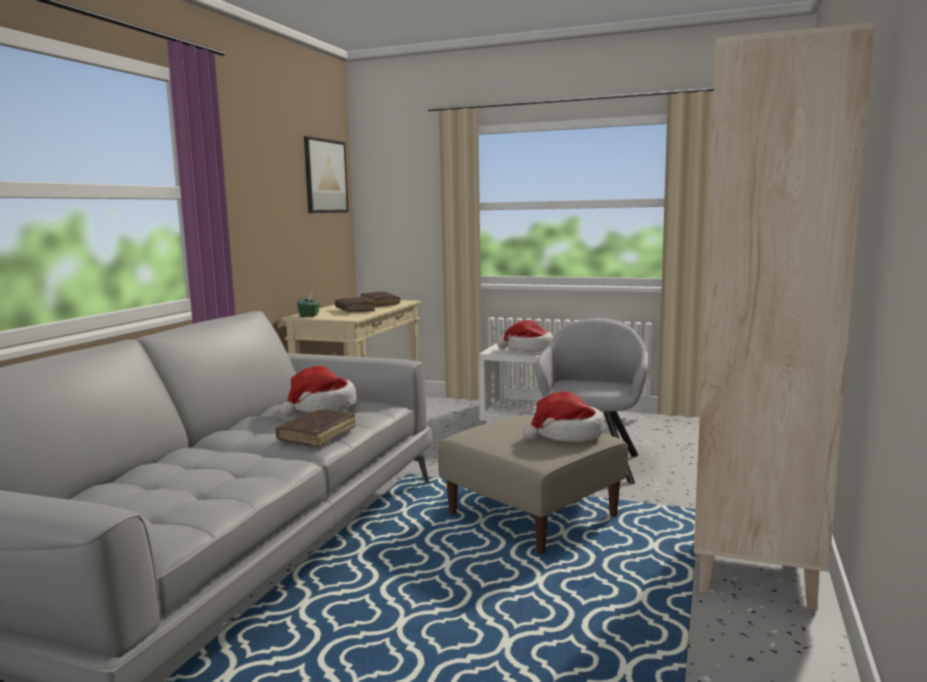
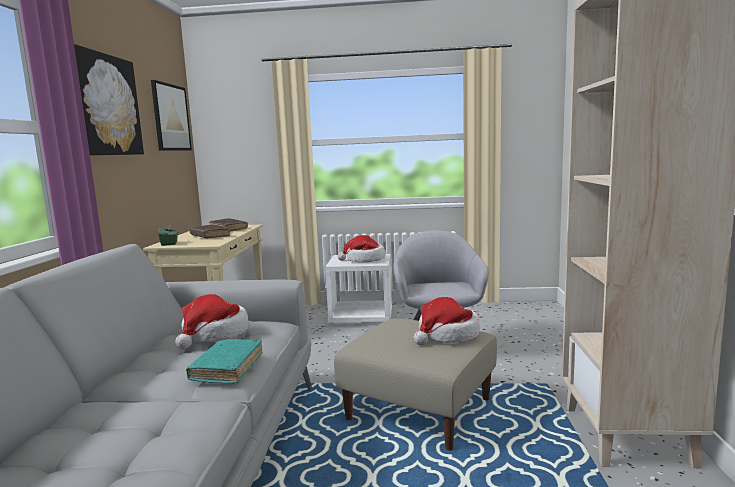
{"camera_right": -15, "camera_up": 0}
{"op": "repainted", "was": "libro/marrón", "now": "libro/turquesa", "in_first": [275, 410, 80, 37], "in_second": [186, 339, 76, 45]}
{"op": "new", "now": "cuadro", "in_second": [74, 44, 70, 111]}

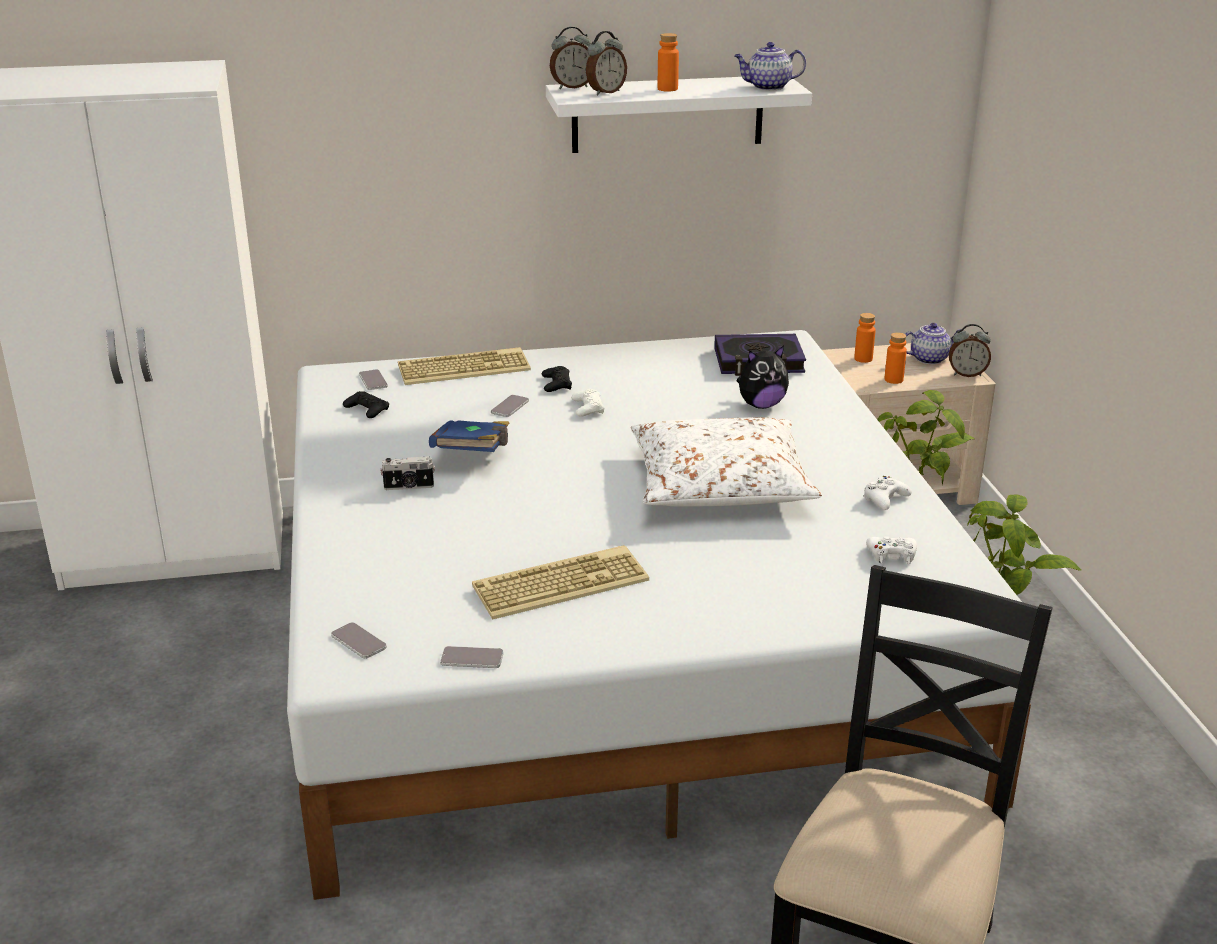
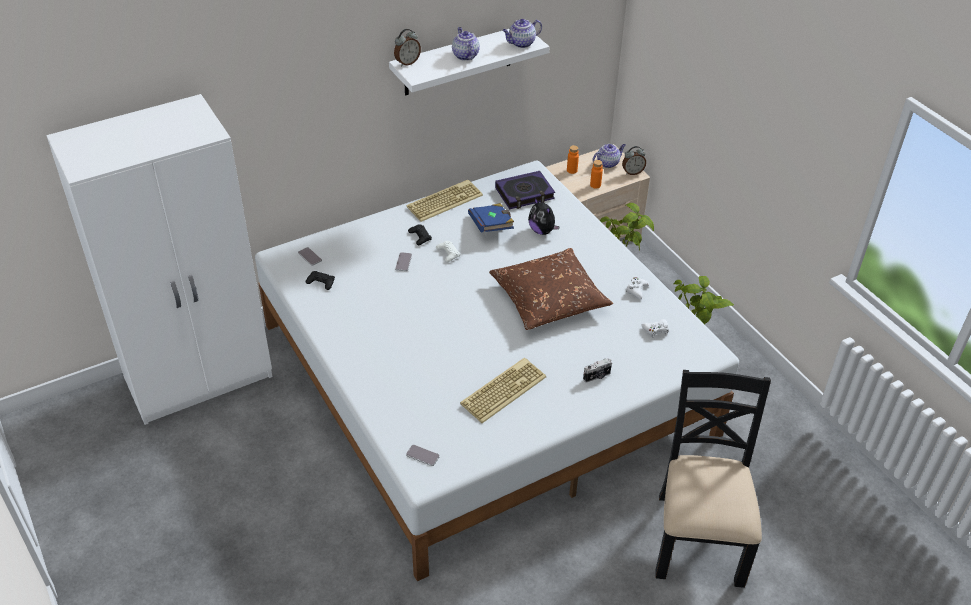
{"camera_right": -20, "camera_up": 15}
{"op": "gone", "was": "despertador", "in_first": [586, 31, 41, 64]}
{"op": "swapped", "was": "botella/naranja", "now": "tetera", "in_first": [658, 33, 21, 59], "in_second": [452, 27, 28, 34]}
{"op": "rotated", "was": "peluche", "in_first": [737, 345, 52, 64], "in_second": [528, 198, 32, 37], "clockwise": 90}
{"op": "shifted", "was": "teclado", "in_first": [398, 347, 133, 38], "in_second": [406, 180, 77, 42]}
{"op": "repainted", "was": "cojín/blanco", "now": "cojín/marrón", "in_first": [631, 417, 191, 90], "in_second": [489, 248, 124, 82]}
{"op": "shifted", "was": "libro/azul", "in_first": [429, 420, 80, 32], "in_second": [468, 203, 46, 30]}
{"op": "shifted", "was": "cámara", "in_first": [380, 456, 55, 34], "in_second": [583, 358, 29, 25]}
{"op": "gone", "was": "móvil", "in_first": [440, 646, 63, 22]}

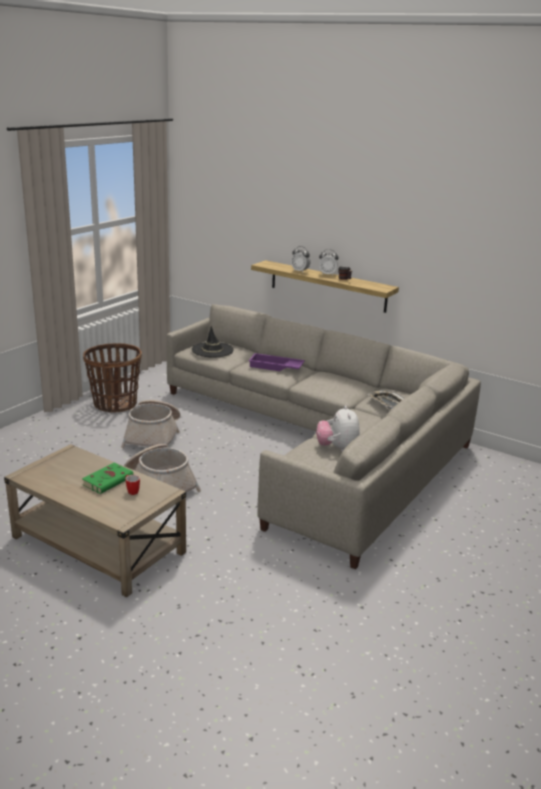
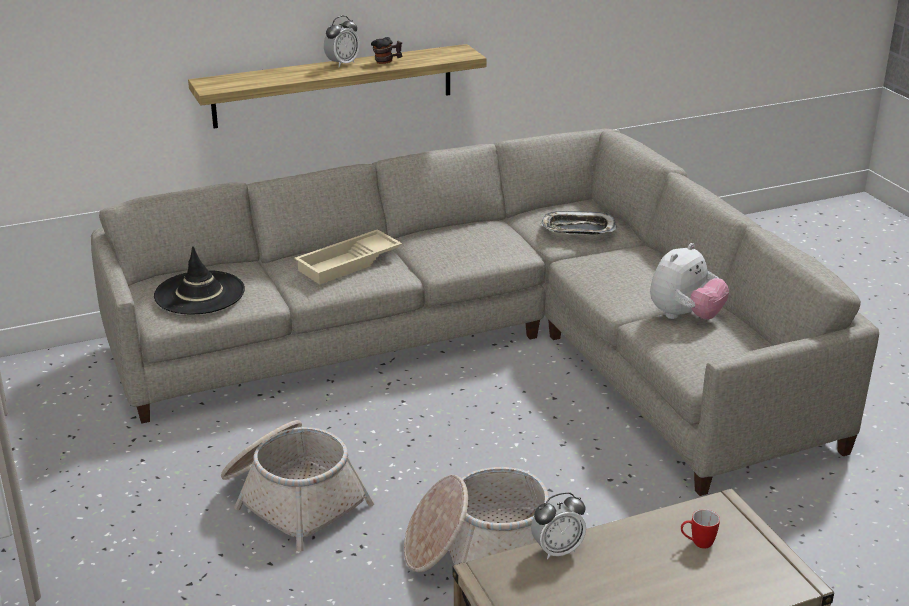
{"camera_right": -55, "camera_up": 5}
{"op": "shifted", "was": "despertador", "in_first": [291, 246, 19, 26], "in_second": [531, 492, 55, 67]}
{"op": "gone", "was": "cesta", "in_first": [83, 343, 59, 70]}
{"op": "repainted", "was": "bandeja/morado", "now": "bandeja/beis", "in_first": [248, 353, 57, 18], "in_second": [294, 229, 108, 55]}
{"op": "rotated", "was": "peluche", "in_first": [316, 405, 44, 47], "in_second": [650, 243, 79, 77], "clockwise": -75}
{"op": "gone", "was": "libro/verde", "in_first": [82, 463, 52, 31]}

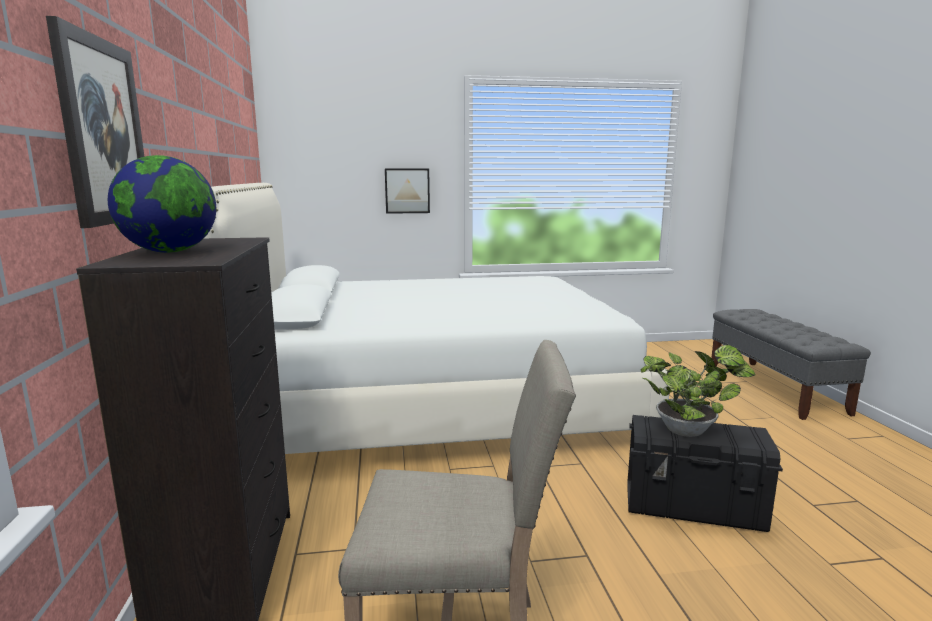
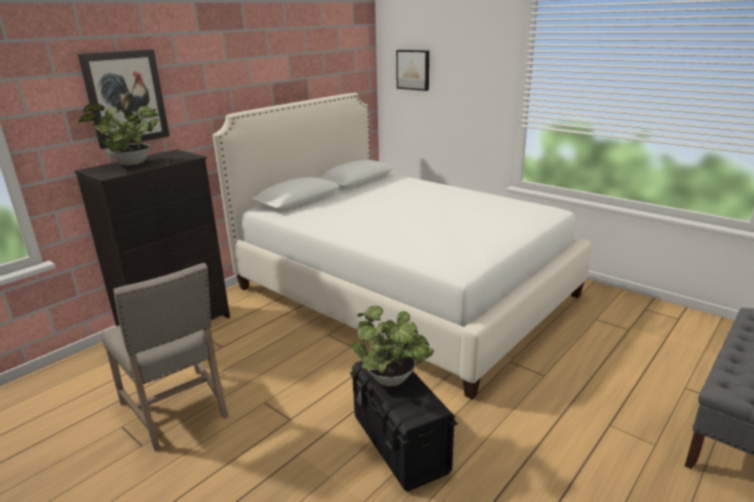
{"camera_right": 50, "camera_up": 10}
{"op": "swapped", "was": "globo terráqueo", "now": "planta en maceta", "in_first": [108, 155, 108, 98], "in_second": [76, 103, 83, 63]}
{"op": "shifted", "was": "cuadro", "in_first": [385, 169, 45, 45], "in_second": [396, 50, 33, 41]}

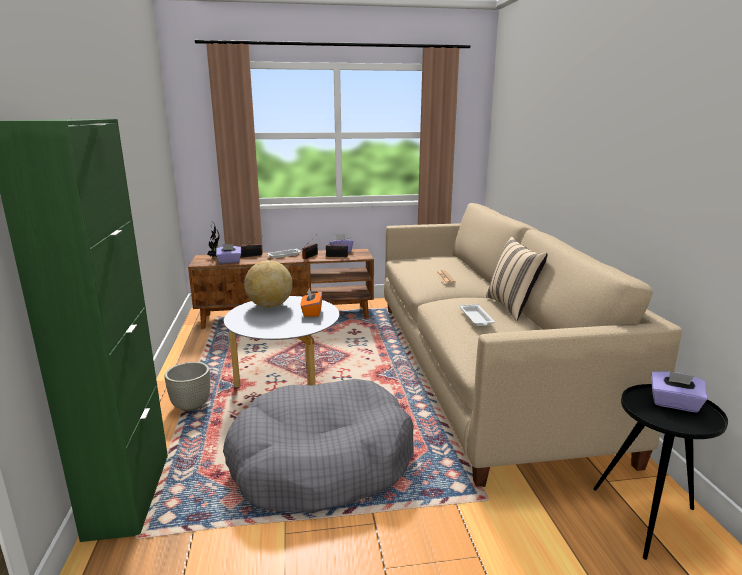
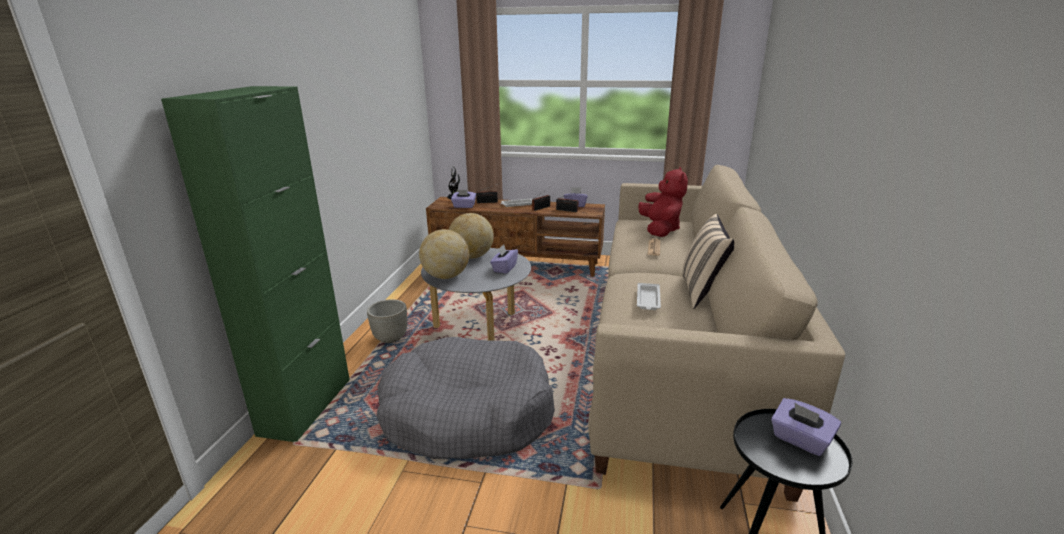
{"camera_right": 20, "camera_up": 5}
{"op": "repainted", "was": "caja de pañuelos/naranja", "now": "caja de pañuelos/morado", "in_first": [301, 288, 21, 29], "in_second": [490, 244, 28, 30]}
{"op": "new", "now": "peluche/rojo", "in_second": [638, 167, 50, 70]}
{"op": "new", "now": "globo terráqueo", "in_second": [419, 229, 50, 50]}

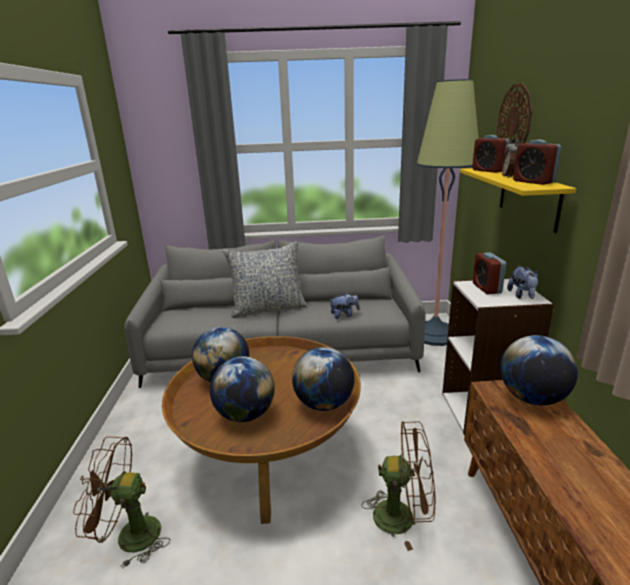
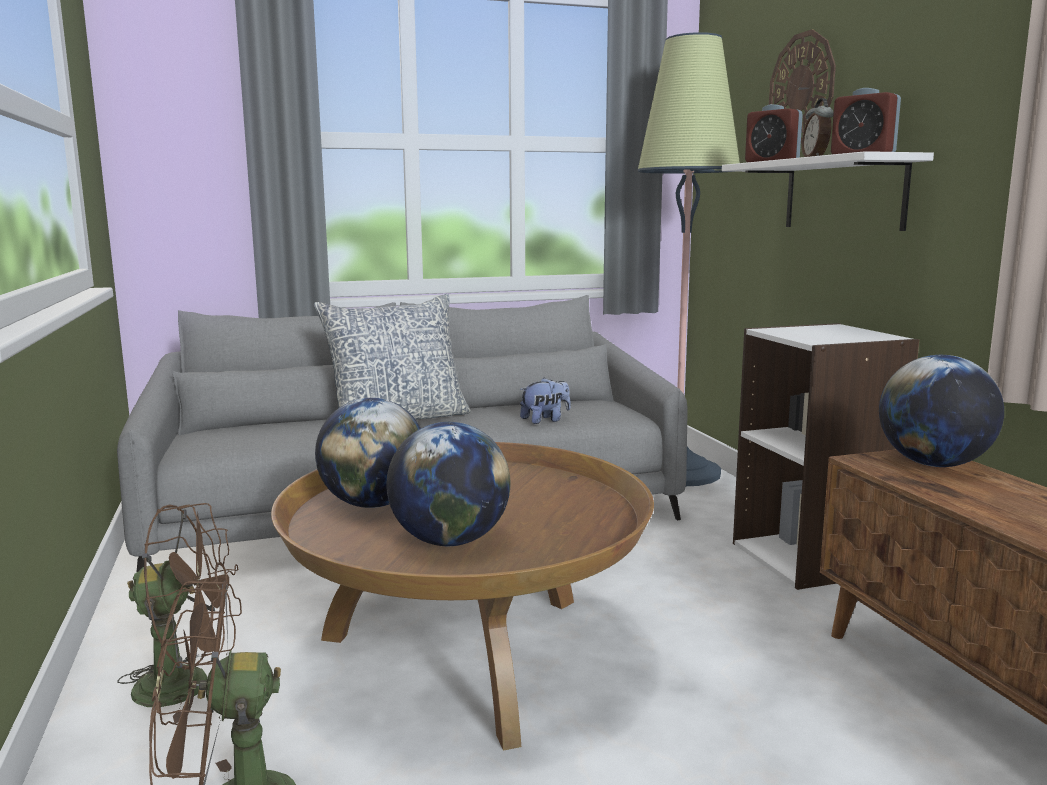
{"camera_right": -15, "camera_up": -10}
{"op": "repainted", "was": "estante/amarillo", "now": "estante/blanco", "in_first": [460, 168, 116, 65], "in_second": [722, 151, 212, 80]}
{"op": "gone", "was": "despertador", "in_first": [473, 252, 33, 42]}
{"op": "gone", "was": "peluche", "in_first": [507, 265, 31, 34]}
{"op": "gone", "was": "globo terráqueo", "in_first": [292, 347, 63, 64]}
{"op": "shifted", "was": "ventilador/marrón", "in_first": [362, 421, 73, 130], "in_second": [117, 503, 125, 220]}

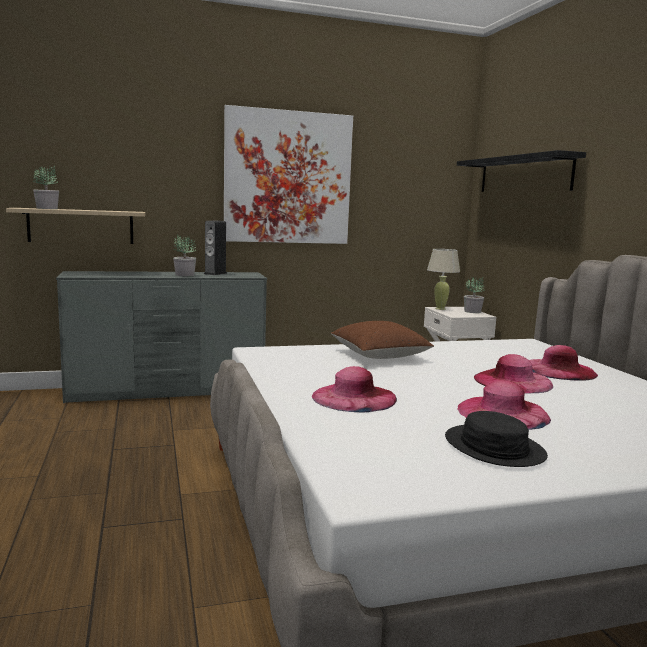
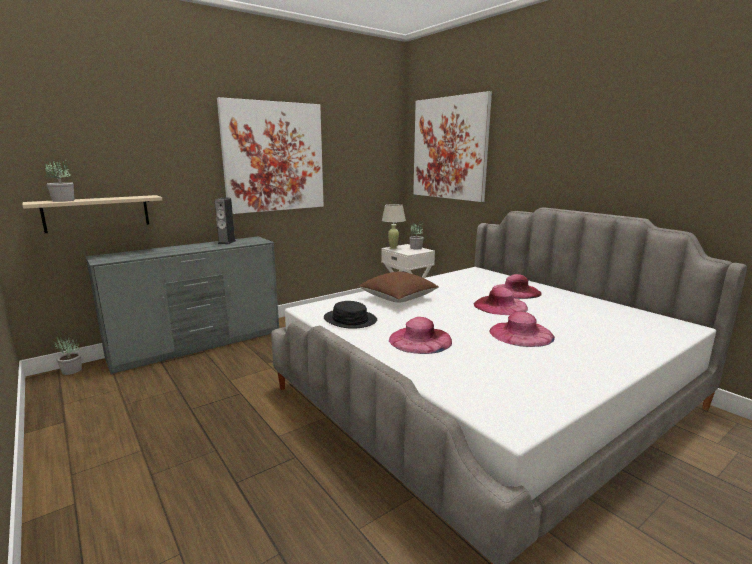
{"camera_right": -20, "camera_up": 5}
{"op": "swapped", "was": "estante/negro", "now": "cuadro", "in_first": [457, 150, 129, 42], "in_second": [413, 91, 79, 111]}
{"op": "shifted", "was": "planta en maceta", "in_first": [173, 234, 23, 42], "in_second": [55, 336, 27, 39]}
{"op": "shifted", "was": "sombrero/negro", "in_first": [445, 411, 103, 56], "in_second": [324, 301, 53, 28]}

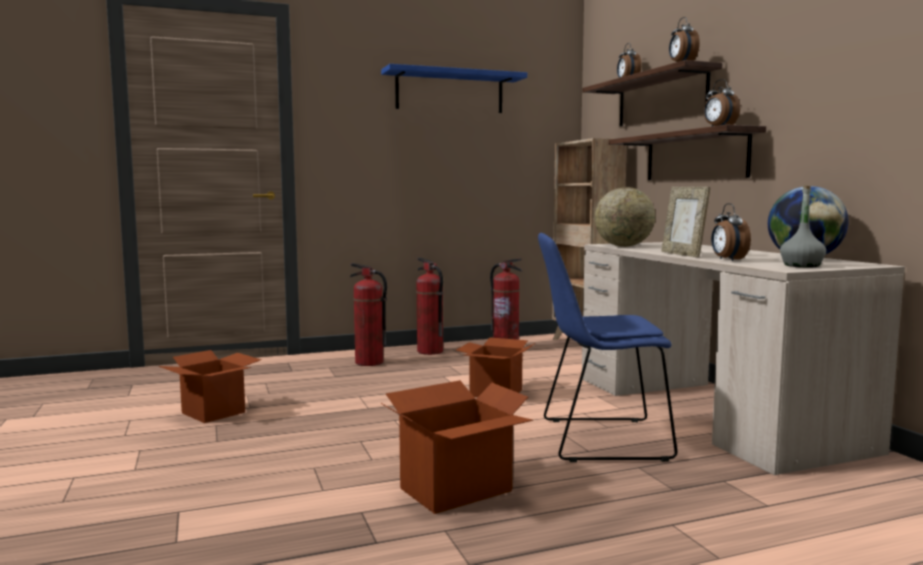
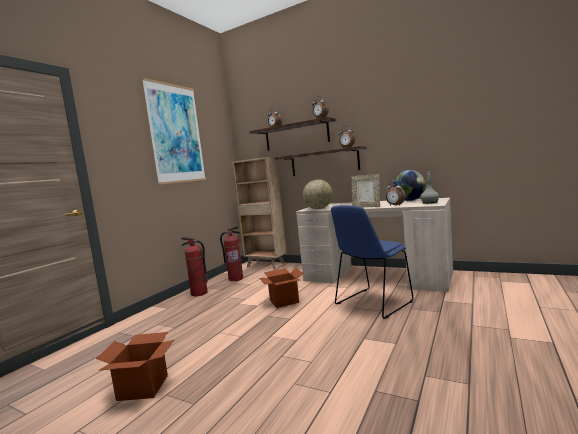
{"camera_right": -40, "camera_up": 0}
{"op": "swapped", "was": "estante/azul", "now": "cuadro", "in_first": [381, 64, 146, 49], "in_second": [141, 78, 65, 107]}
{"op": "gone", "was": "extintor", "in_first": [350, 263, 37, 103]}
{"op": "gone", "was": "caja de cartón", "in_first": [381, 380, 152, 134]}

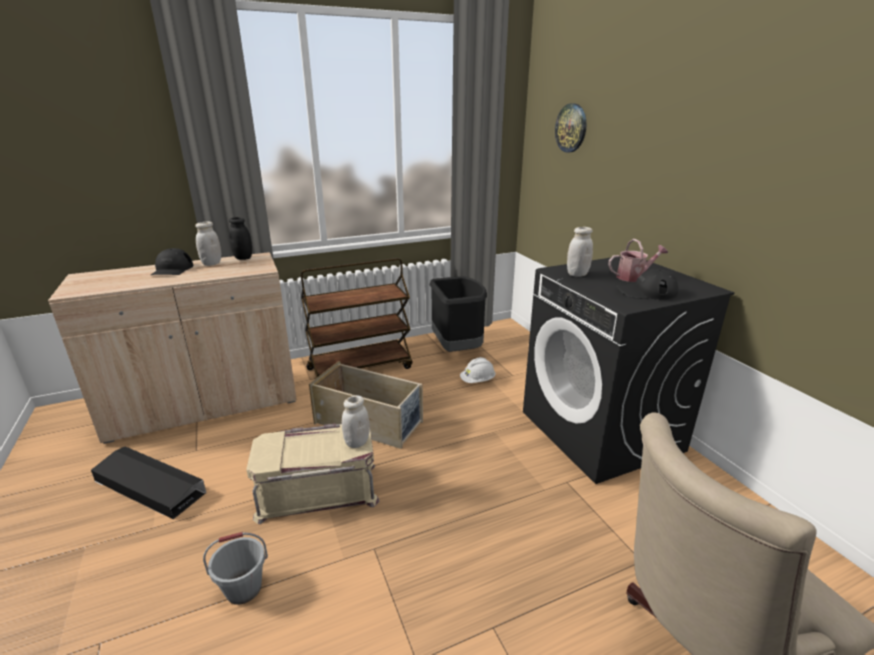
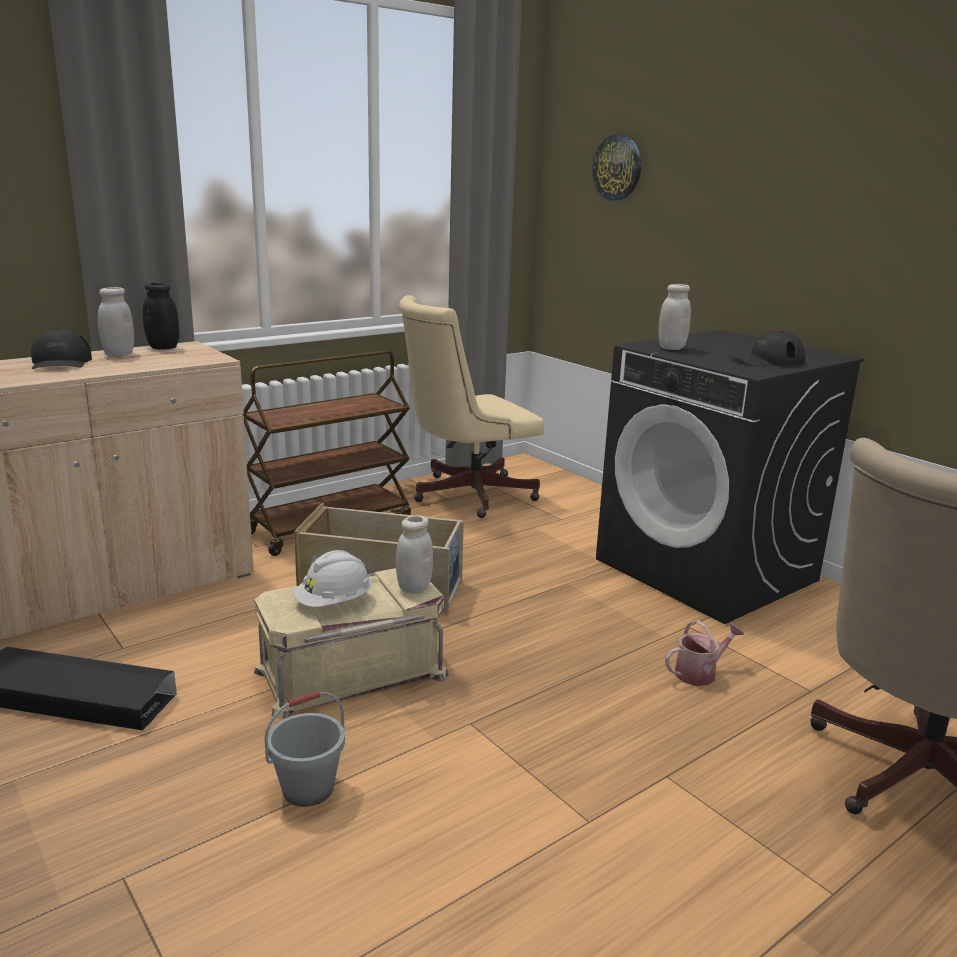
{"camera_right": -15, "camera_up": -5}
{"op": "shifted", "was": "regadera", "in_first": [608, 239, 60, 43], "in_second": [665, 620, 79, 66]}
{"op": "swapped", "was": "papelera/negro", "now": "silla de oficina/beis", "in_first": [429, 277, 58, 75], "in_second": [399, 295, 145, 223]}
{"op": "shifted", "was": "casco/blanco", "in_first": [460, 357, 36, 26], "in_second": [293, 550, 79, 57]}

